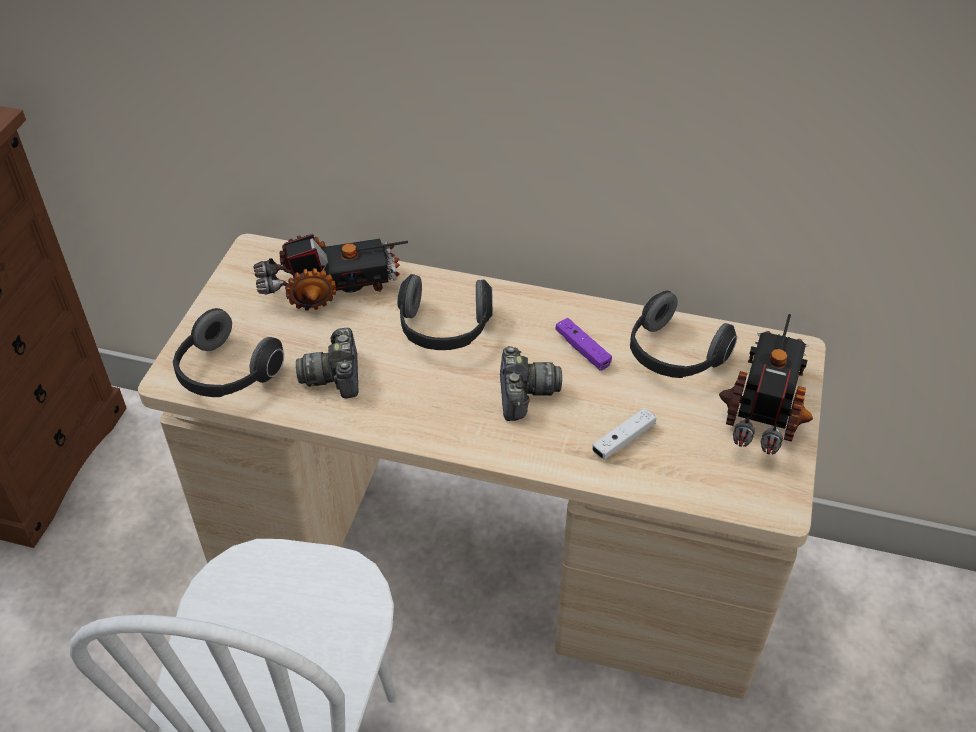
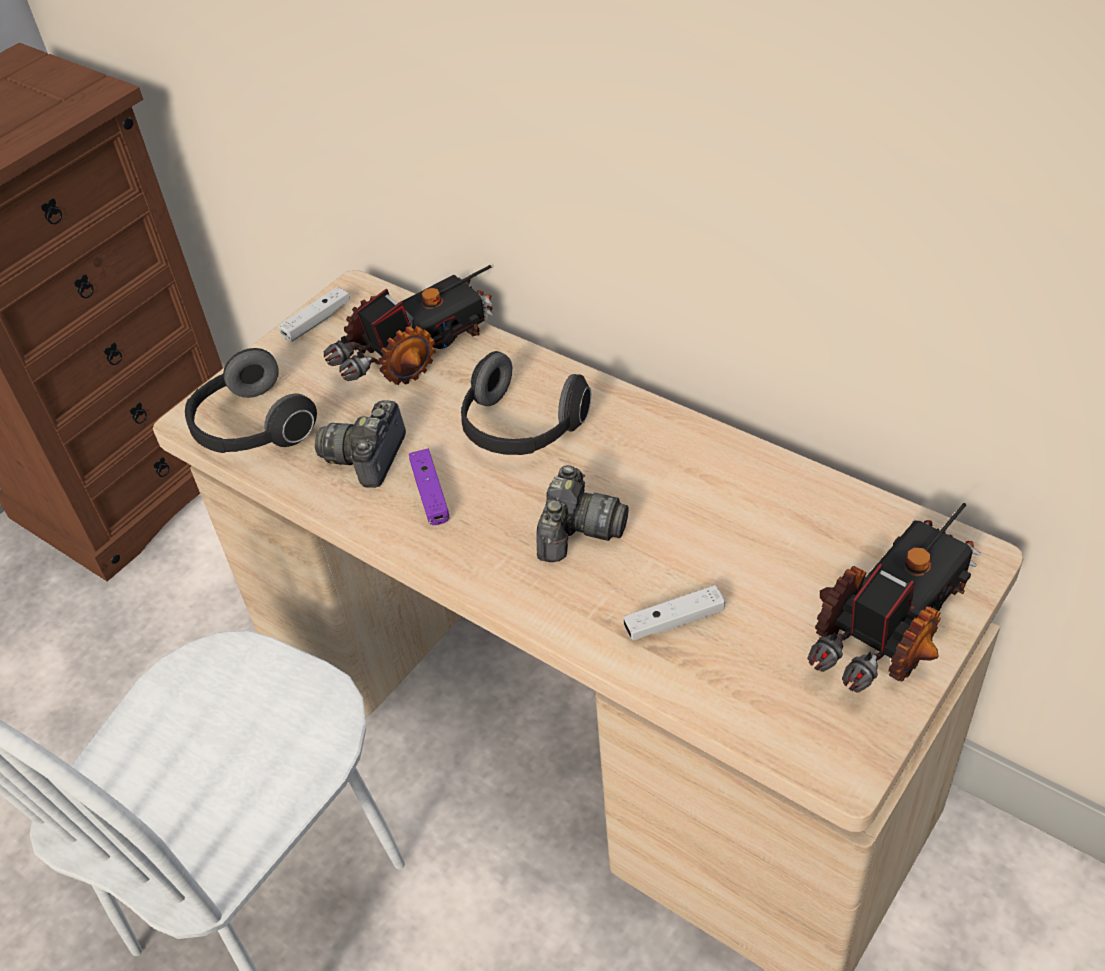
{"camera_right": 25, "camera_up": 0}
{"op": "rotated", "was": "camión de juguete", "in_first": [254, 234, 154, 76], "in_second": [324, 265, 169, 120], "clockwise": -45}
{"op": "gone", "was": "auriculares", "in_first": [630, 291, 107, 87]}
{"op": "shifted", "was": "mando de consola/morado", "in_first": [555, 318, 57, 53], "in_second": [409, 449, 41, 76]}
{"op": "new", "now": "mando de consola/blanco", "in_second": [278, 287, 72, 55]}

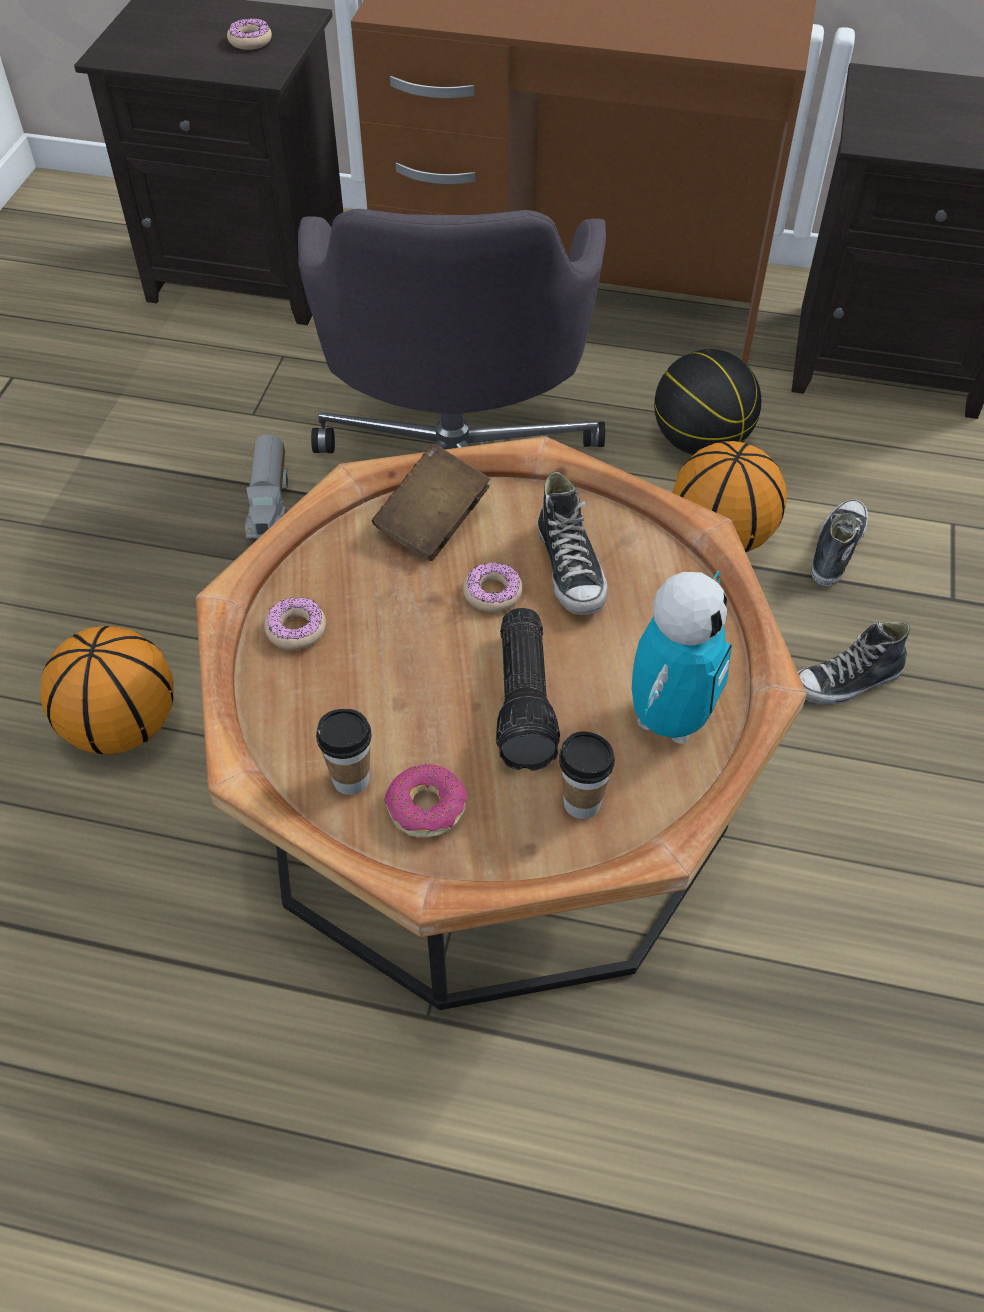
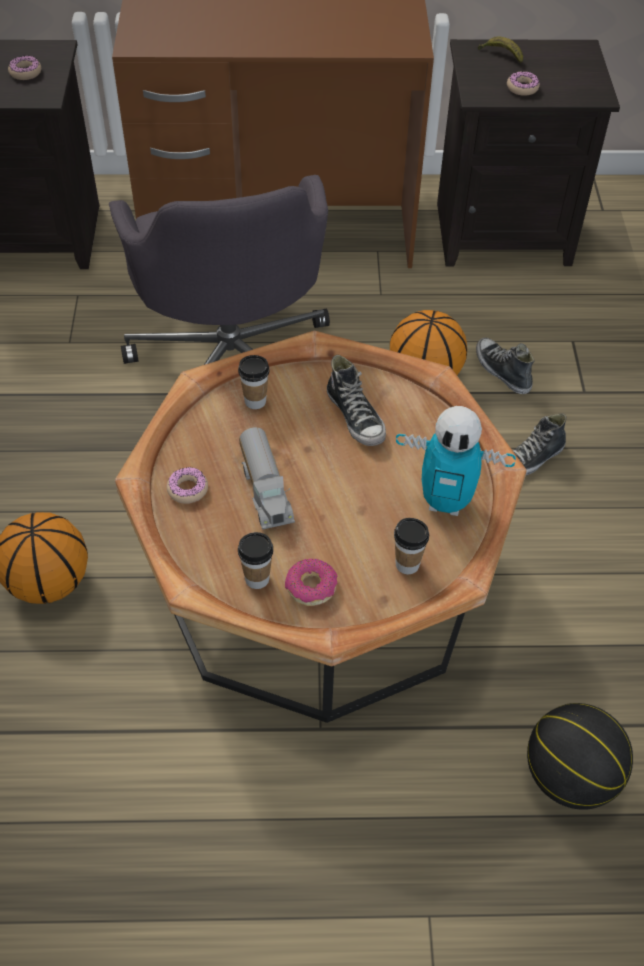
{"camera_right": -15, "camera_up": 0}
{"op": "shifted", "was": "balón de baloncesto", "in_first": [654, 349, 107, 106], "in_second": [527, 703, 106, 107]}
{"op": "shifted", "was": "camión de juguete", "in_first": [245, 434, 43, 104], "in_second": [239, 427, 56, 103]}
{"op": "swapped", "was": "libro/marrón", "now": "taza", "in_first": [372, 444, 118, 117], "in_second": [238, 355, 31, 54]}
{"op": "rotated", "was": "zapato", "in_first": [811, 499, 57, 87], "in_second": [476, 338, 59, 56], "clockwise": -45}
{"op": "shifted", "was": "rosquilla", "in_first": [463, 562, 60, 50], "in_second": [507, 71, 33, 25]}
{"op": "rotated", "was": "robot de juguete", "in_first": [632, 571, 100, 173], "in_second": [396, 406, 120, 110], "clockwise": 90}
{"op": "gone", "was": "linterna", "in_first": [496, 608, 64, 163]}
{"op": "new", "now": "plátano", "in_second": [478, 37, 45, 27]}

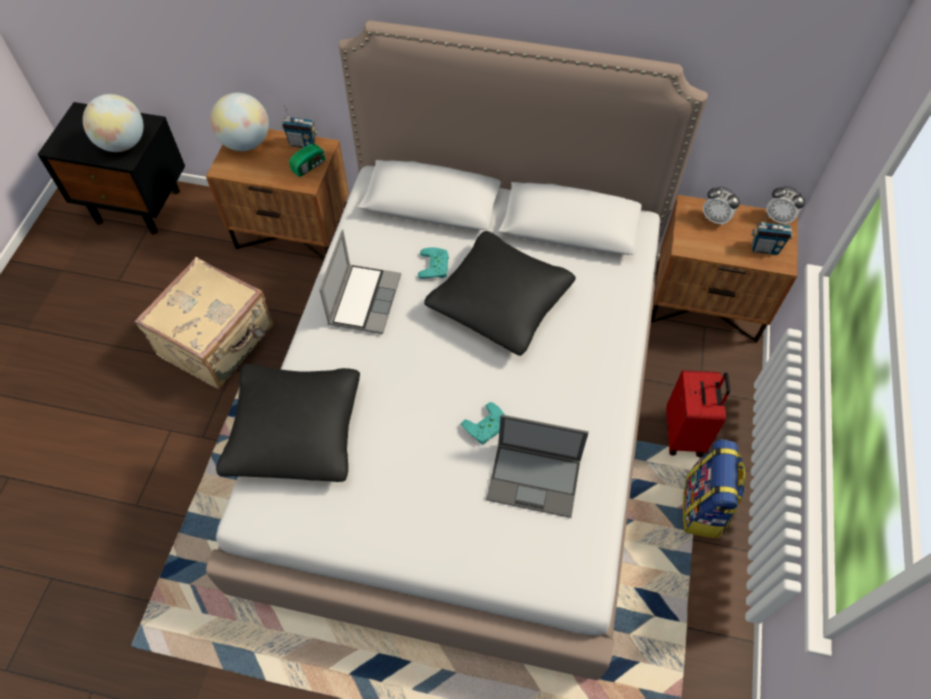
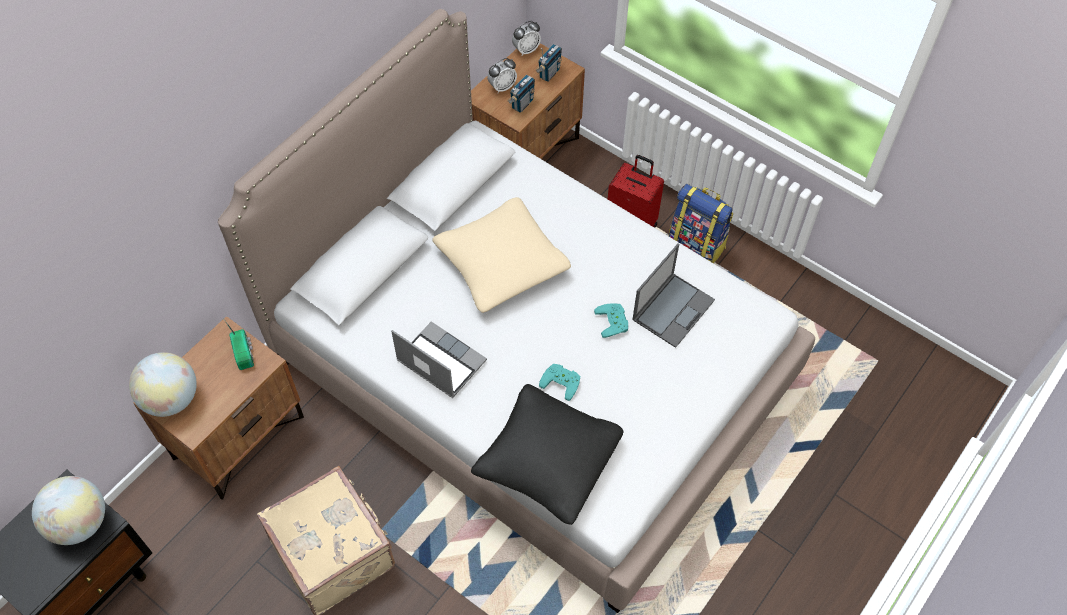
{"camera_right": -65, "camera_up": 0}
{"op": "shifted", "was": "radio", "in_first": [281, 105, 37, 43], "in_second": [508, 75, 27, 38]}
{"op": "repainted", "was": "cojín/negro", "now": "cojín/beis", "in_first": [424, 231, 152, 125], "in_second": [432, 197, 139, 116]}
{"op": "shifted", "was": "mando de consola/turquesa", "in_first": [418, 247, 31, 32], "in_second": [539, 364, 41, 37]}

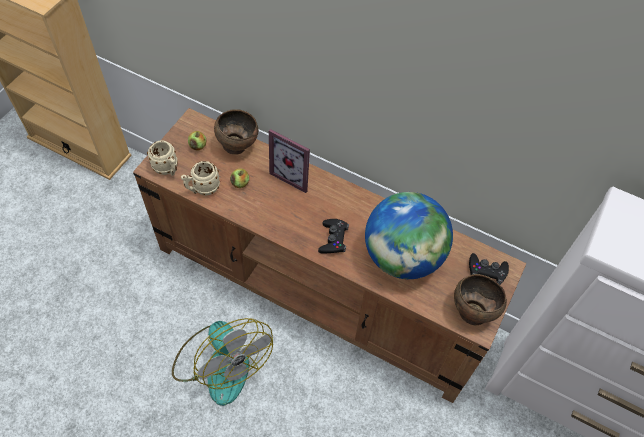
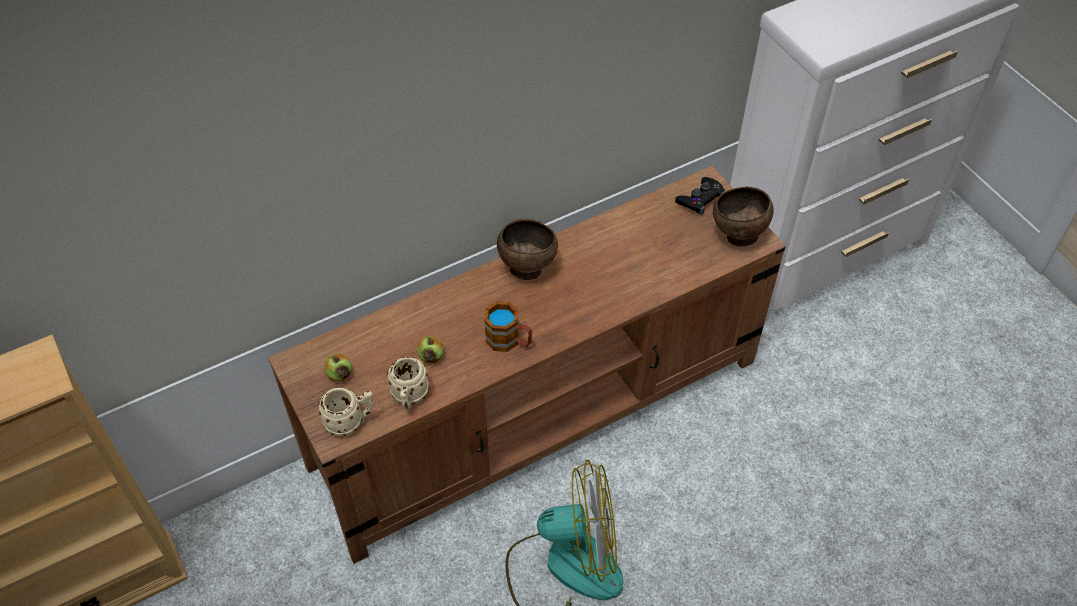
{"camera_right": -55, "camera_up": -5}
{"op": "shifted", "was": "cuenco/marrón", "in_first": [214, 109, 44, 46], "in_second": [497, 219, 61, 61]}
{"op": "gone", "was": "portarretratos", "in_first": [269, 129, 41, 64]}
{"op": "gone", "was": "globo terráqueo", "in_first": [365, 192, 88, 87]}
{"op": "gone", "was": "mando de consola/negro", "in_first": [318, 219, 31, 35]}
{"op": "new", "now": "taza grande", "in_second": [484, 301, 48, 51]}

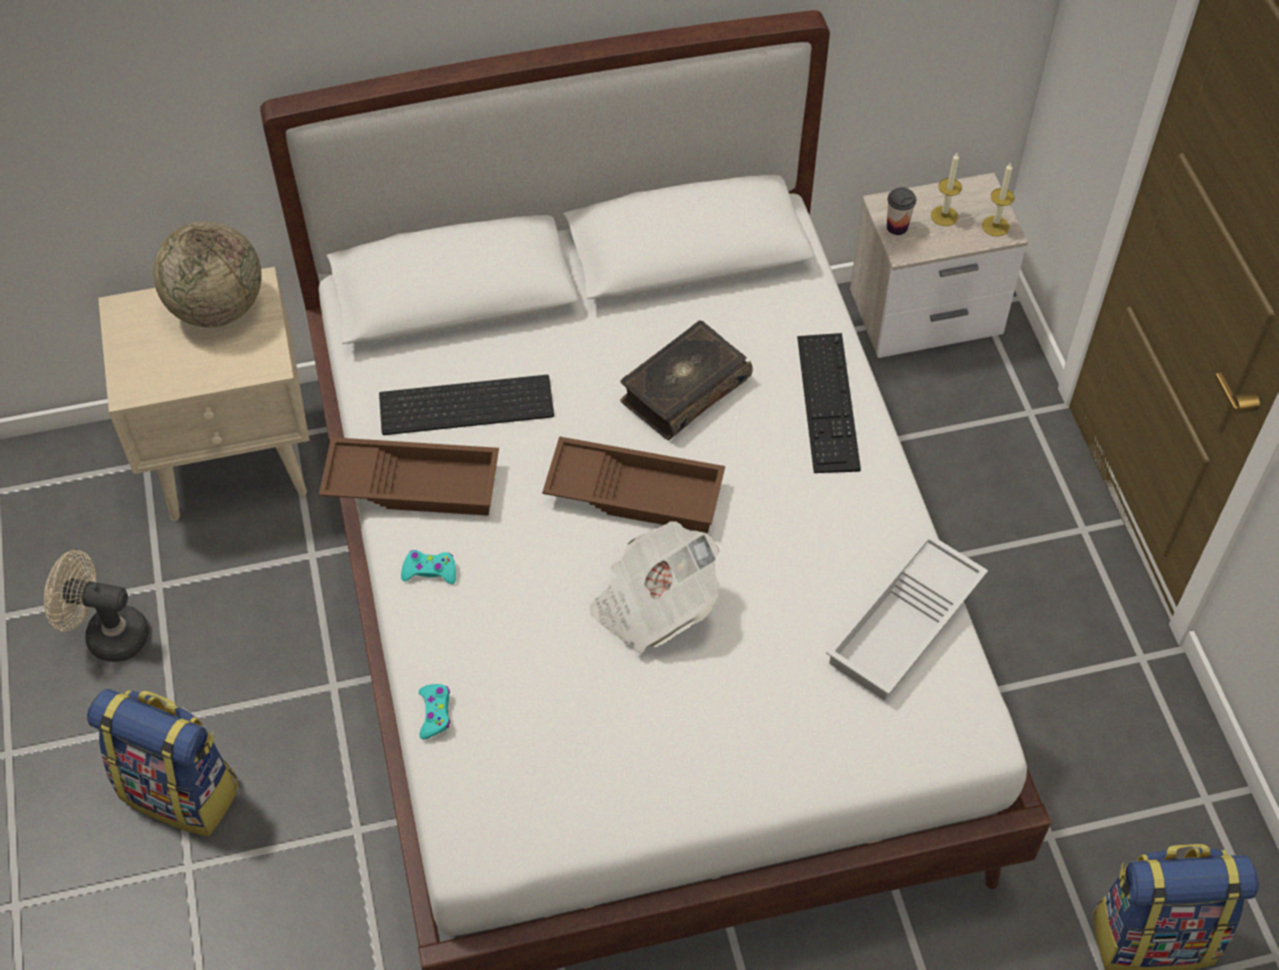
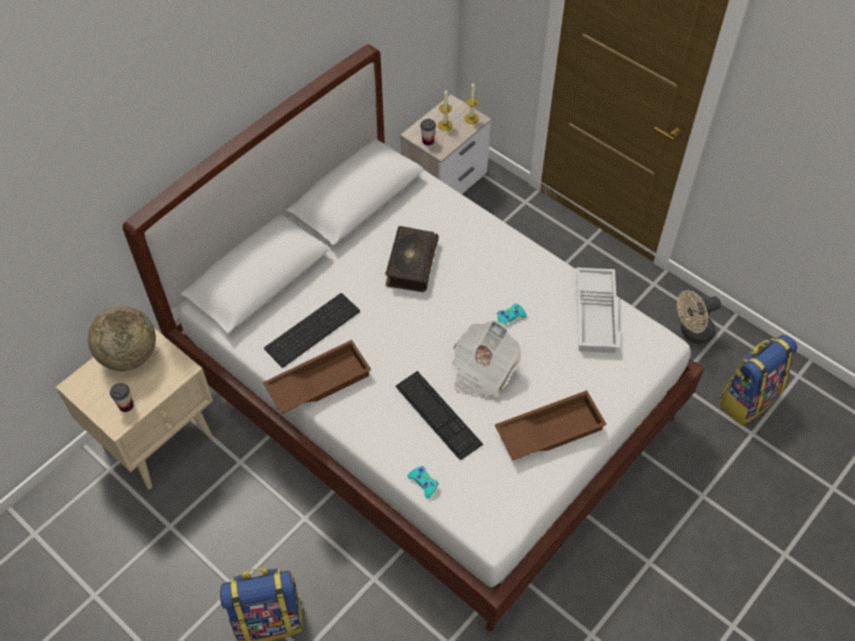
{"camera_right": -35, "camera_up": 0}
{"op": "shifted", "was": "teclado", "in_first": [797, 333, 64, 140], "in_second": [395, 371, 88, 90]}
{"op": "shifted", "was": "bandeja/marrón", "in_first": [542, 436, 183, 97], "in_second": [495, 390, 112, 70]}
{"op": "shifted", "was": "ventilador/beis", "in_first": [44, 550, 105, 112], "in_second": [677, 290, 44, 54]}
{"op": "shifted", "was": "mando de consola/turquesa", "in_first": [401, 550, 55, 34], "in_second": [497, 303, 30, 22]}
{"op": "new", "now": "taza", "in_second": [110, 383, 24, 29]}

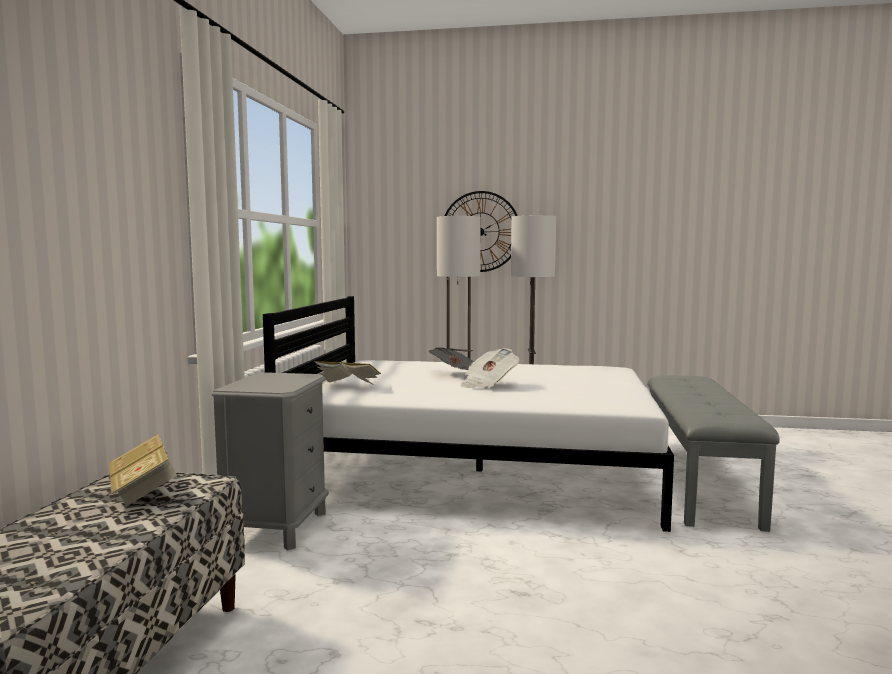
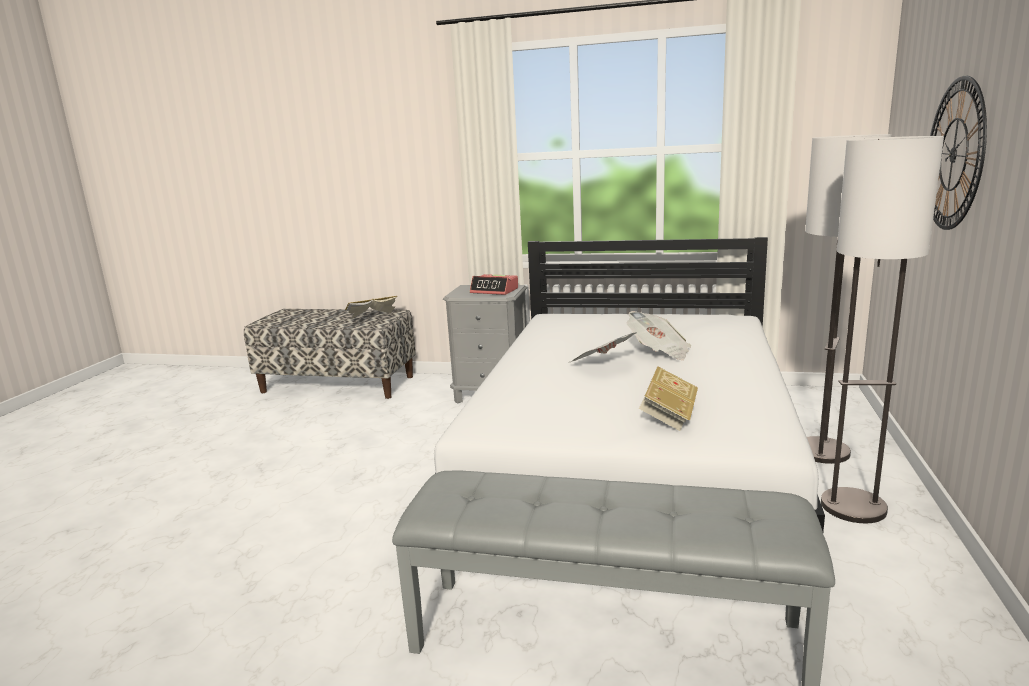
{"camera_right": 95, "camera_up": 10}
{"op": "shifted", "was": "libro", "in_first": [314, 361, 67, 23], "in_second": [639, 366, 59, 65]}
{"op": "new", "now": "despertador", "in_second": [470, 274, 48, 21]}

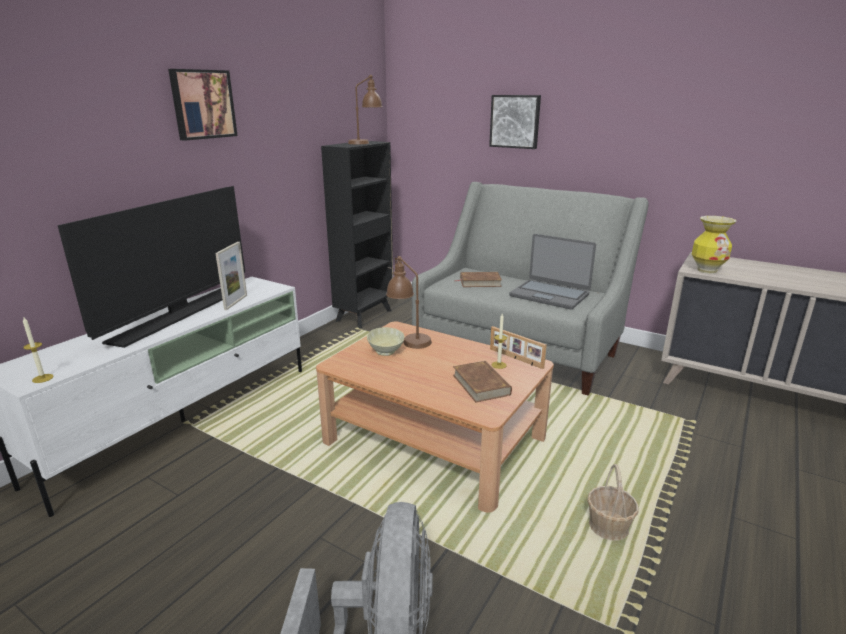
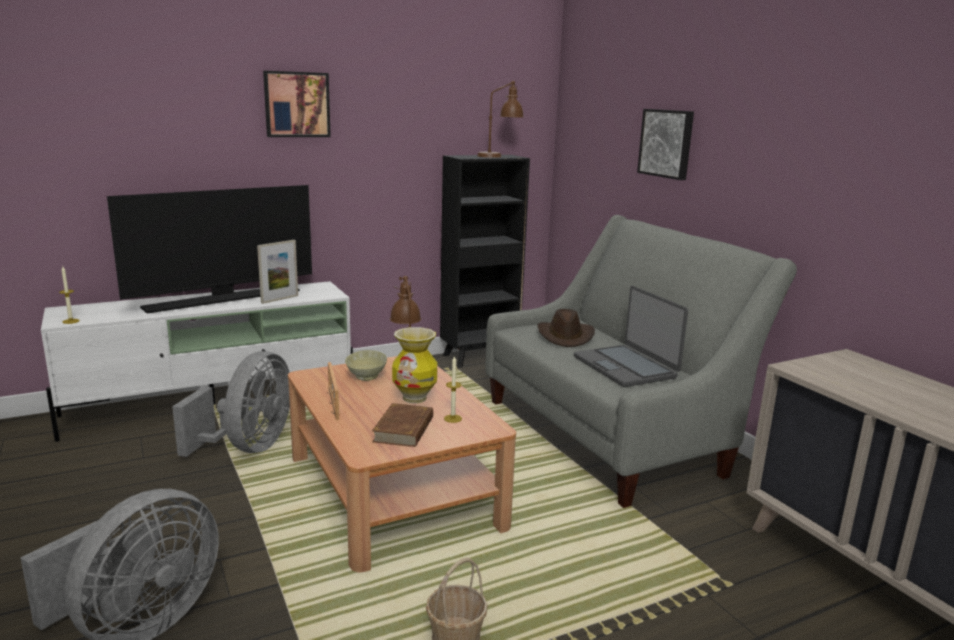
{"camera_right": 30, "camera_up": -5}
{"op": "shifted", "was": "florero", "in_first": [692, 216, 44, 58], "in_second": [392, 327, 45, 76]}
{"op": "swapped", "was": "libro/marrón", "now": "sombrero/marrón", "in_first": [454, 272, 48, 15], "in_second": [537, 309, 58, 38]}
{"op": "shifted", "was": "portarretratos", "in_first": [490, 326, 57, 43], "in_second": [327, 362, 12, 58]}
{"op": "new", "now": "ventilador/gris", "in_second": [172, 351, 118, 106]}

